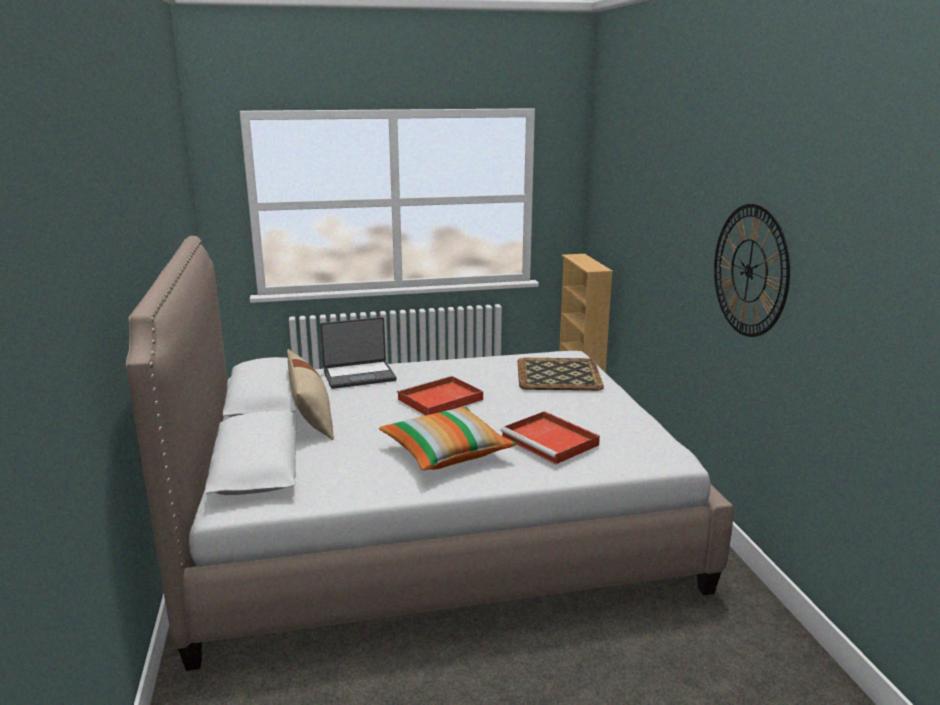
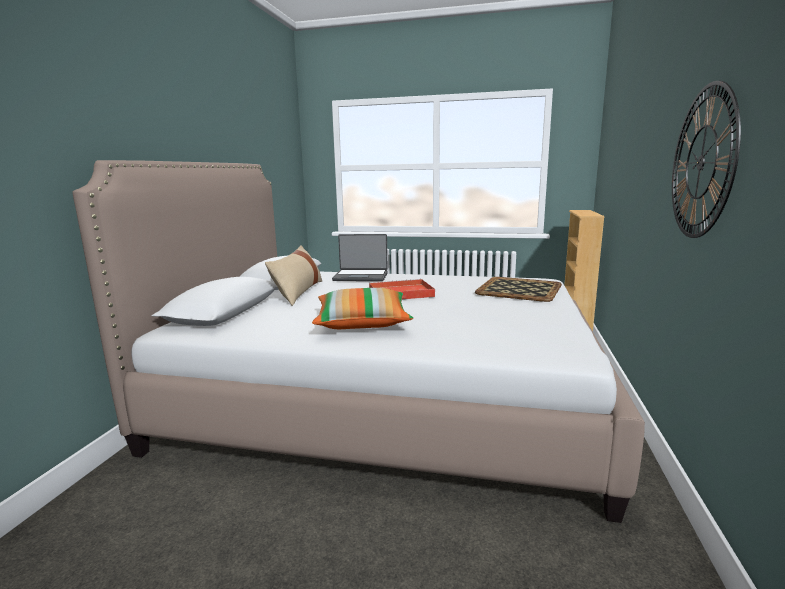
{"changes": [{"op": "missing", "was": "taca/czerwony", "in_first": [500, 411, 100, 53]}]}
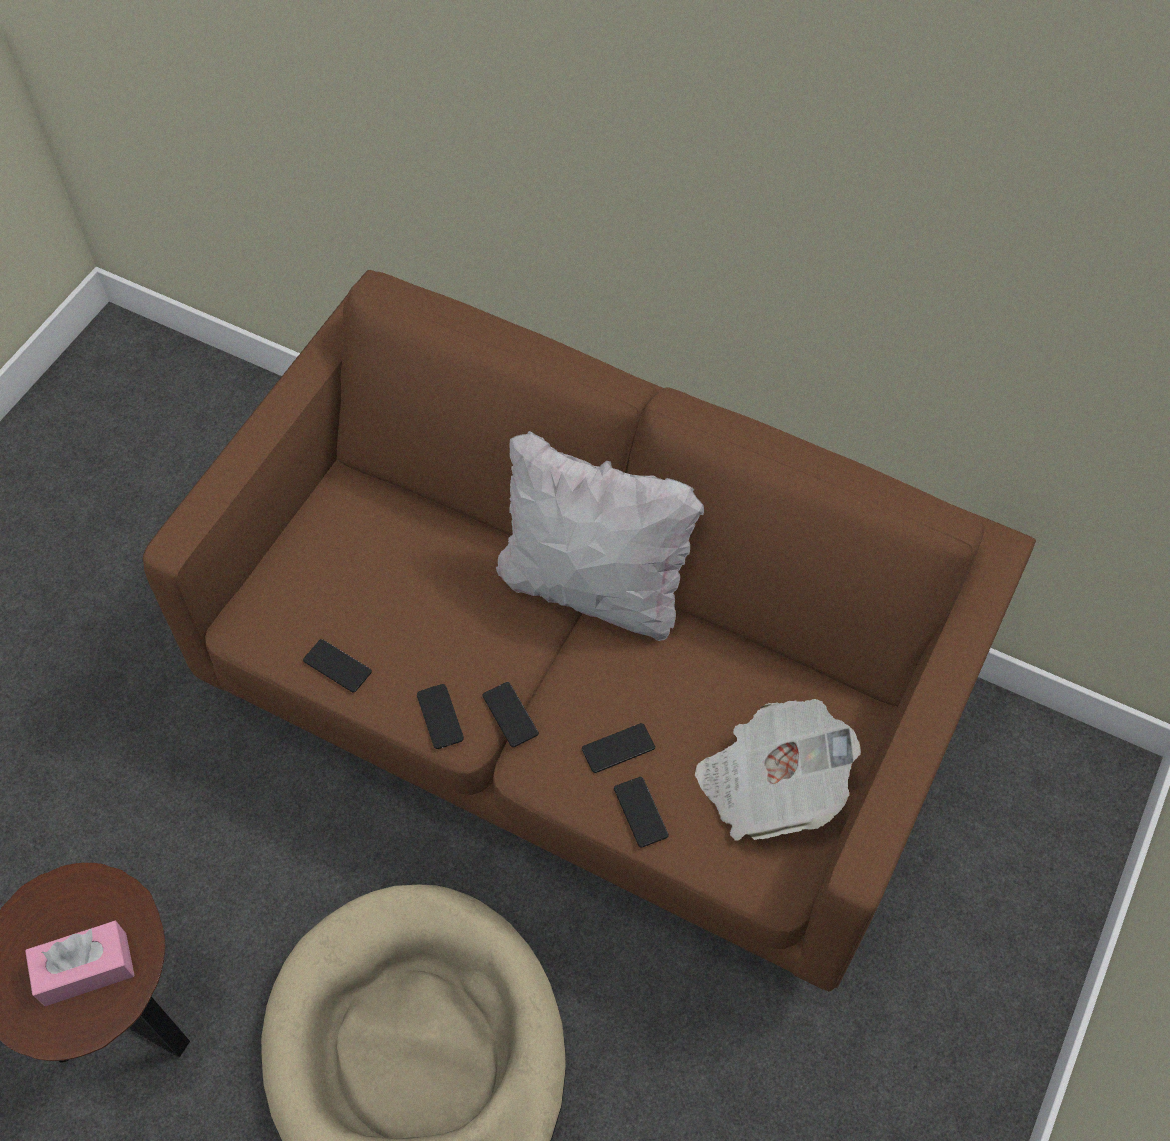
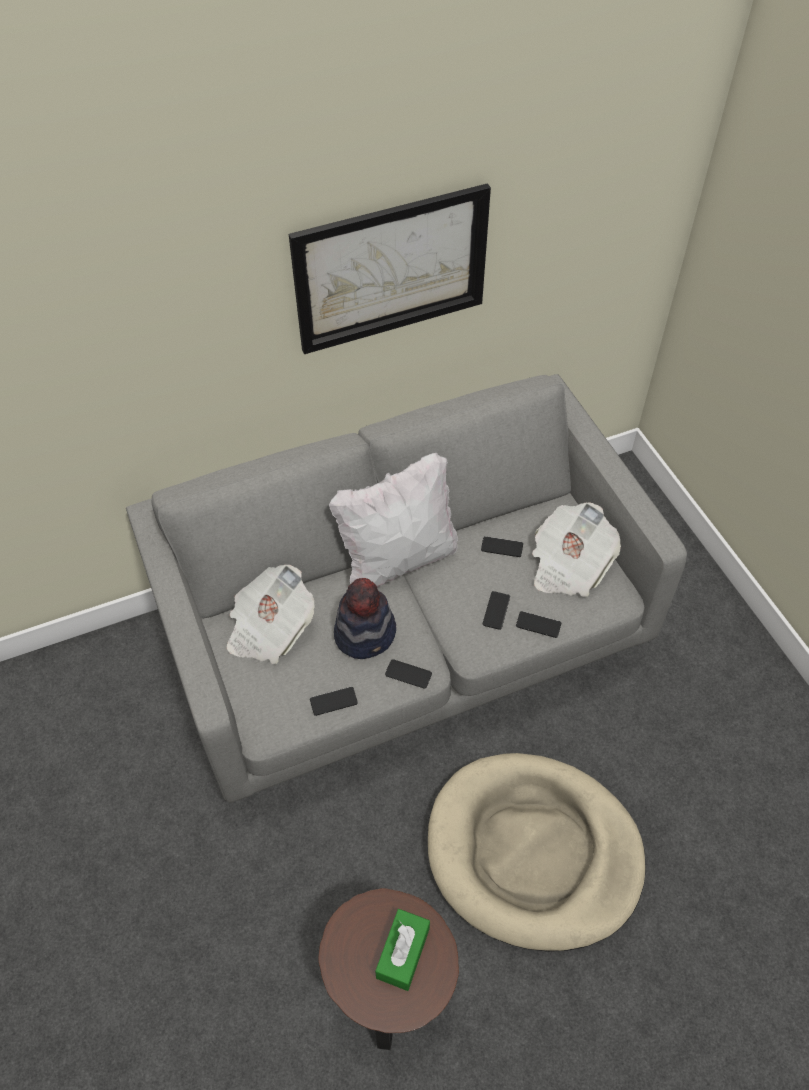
{"changes": [{"op": "colour", "was": "kanapa/brązowy", "now": "kanapa/szary", "in_first": [143, 270, 893, 722], "in_second": [126, 374, 561, 429]}, {"op": "appeared", "now": "gazeta", "in_second": [226, 565, 88, 99]}, {"op": "appeared", "now": "obraz", "in_second": [289, 183, 202, 171]}, {"op": "appeared", "now": "kapelusz", "in_second": [334, 578, 62, 81]}, {"op": "colour", "was": "pudełko chusteczek/różowy", "now": "pudełko chusteczek/zielony", "in_first": [25, 921, 110, 85], "in_second": [375, 909, 55, 82]}, {"op": "relocated", "was": "telefon", "in_first": [482, 682, 57, 65], "in_second": [481, 536, 42, 21]}]}
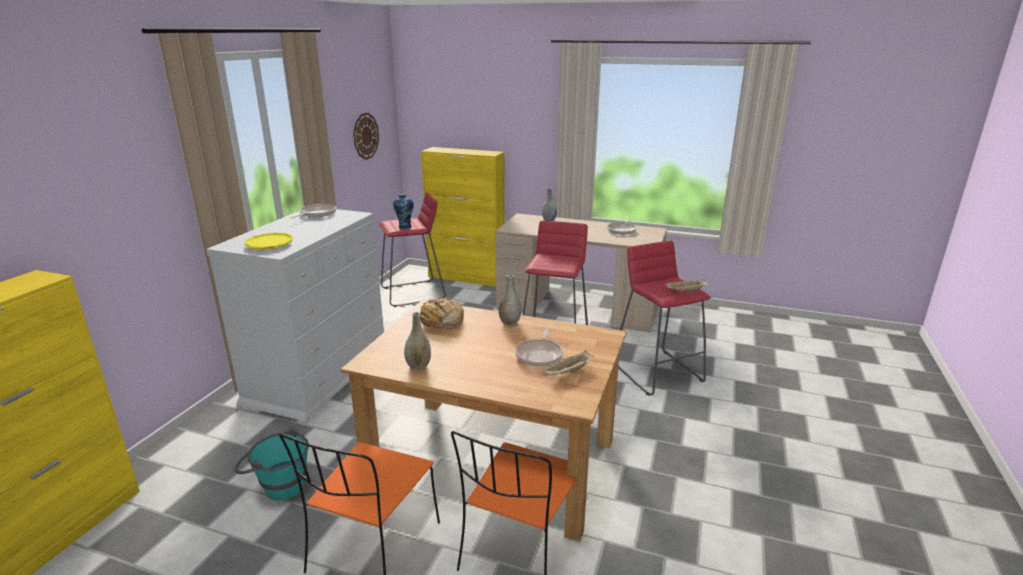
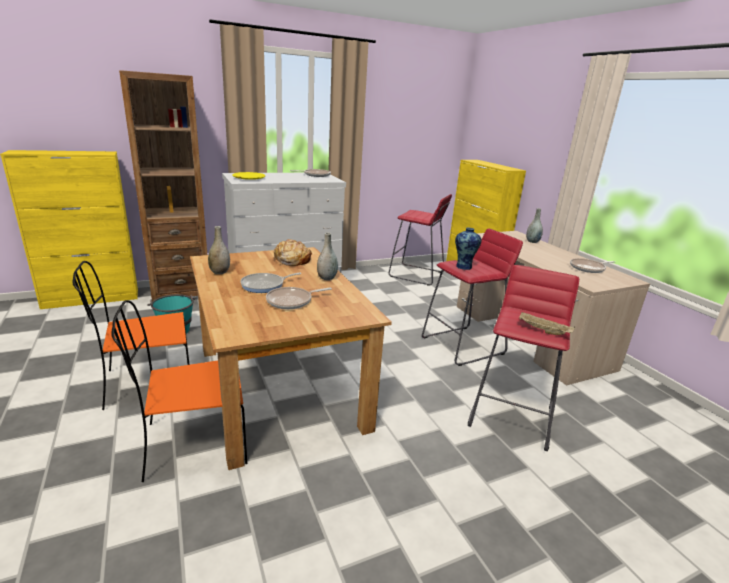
{"changes": [{"op": "appeared", "now": "regał/brązowy", "in_second": [119, 70, 88, 232]}, {"op": "appeared", "now": "patelnia", "in_second": [240, 273, 61, 20]}, {"op": "relocated", "was": "wazon", "in_first": [393, 194, 21, 35], "in_second": [455, 228, 27, 42]}, {"op": "missing", "was": "zegar ścienny", "in_first": [353, 112, 26, 48]}, {"op": "missing", "was": "taca/beżowy", "in_first": [541, 351, 53, 24]}]}
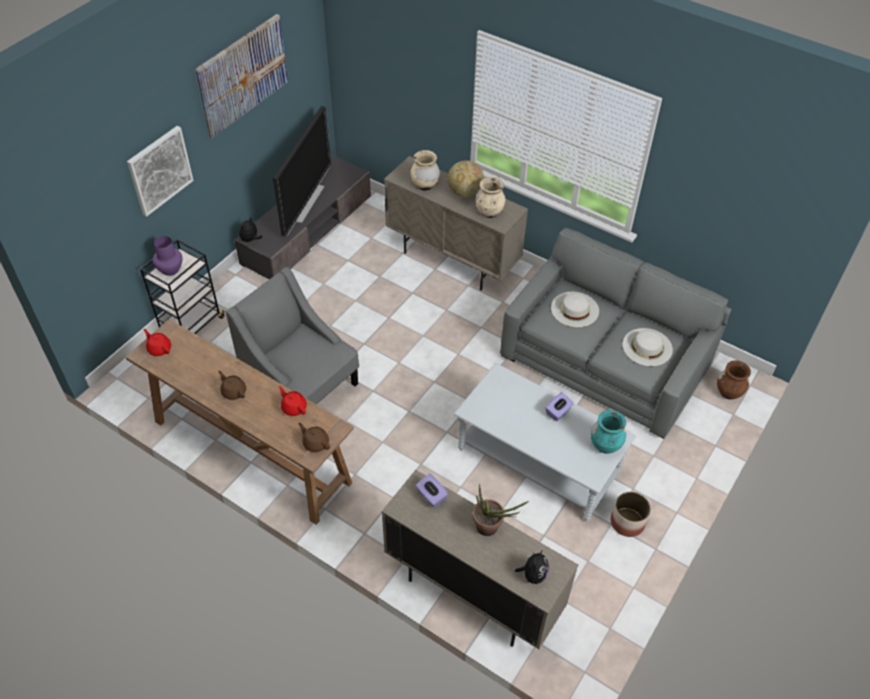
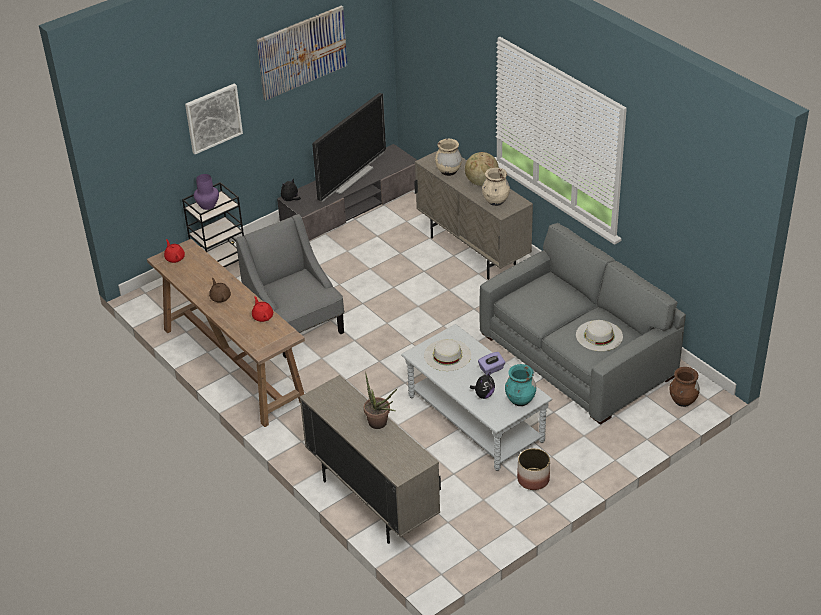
{"changes": [{"op": "relocated", "was": "kapelusz/biały", "in_first": [551, 292, 48, 35], "in_second": [424, 339, 47, 32]}, {"op": "relocated", "was": "pluszak", "in_first": [515, 550, 34, 34], "in_second": [470, 371, 25, 28]}, {"op": "missing", "was": "imbryk/brązowy", "in_first": [298, 423, 32, 29]}, {"op": "missing", "was": "pudełko chusteczek/fioletowy", "in_first": [416, 474, 32, 34]}]}
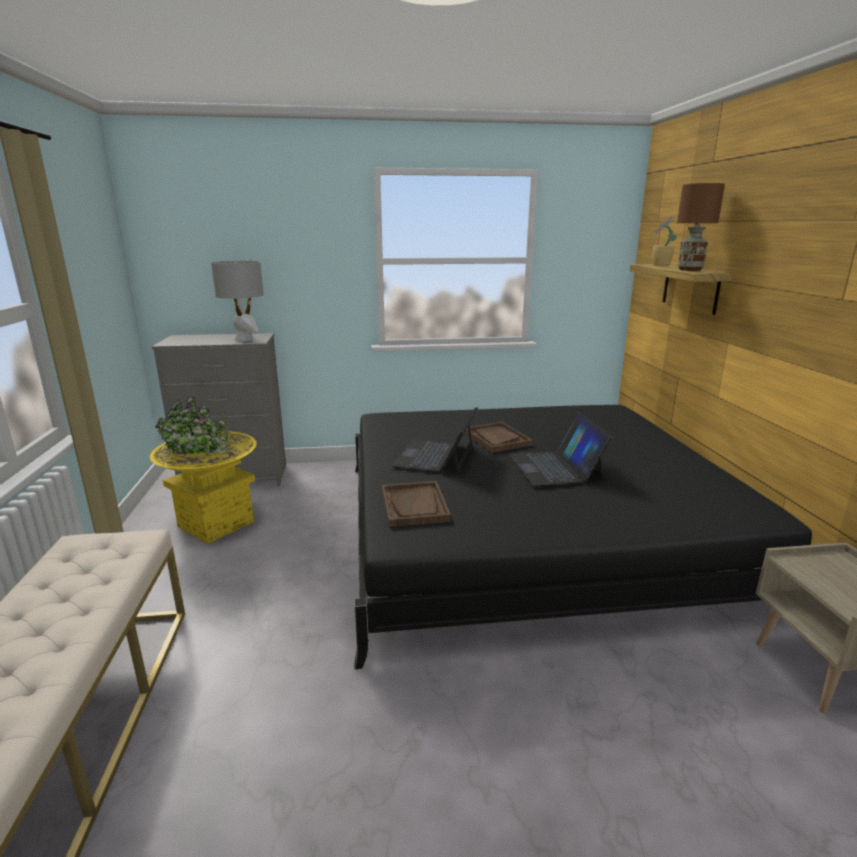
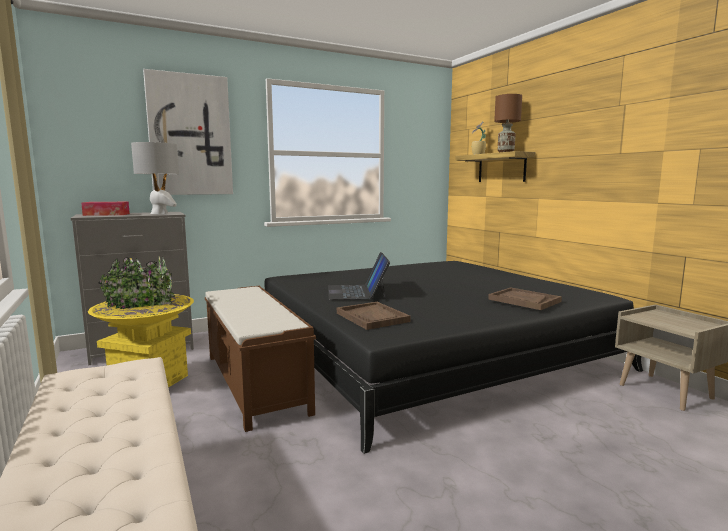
{"changes": [{"op": "appeared", "now": "pudełko chusteczek", "in_second": [81, 202, 49, 14]}, {"op": "appeared", "now": "obraz", "in_second": [143, 69, 90, 126]}, {"op": "appeared", "now": "ławka/brązowy", "in_second": [205, 286, 111, 146]}, {"op": "relocated", "was": "taca/brązowy", "in_first": [464, 422, 69, 31], "in_second": [488, 287, 74, 23]}, {"op": "missing", "was": "laptop", "in_first": [509, 411, 103, 75]}]}
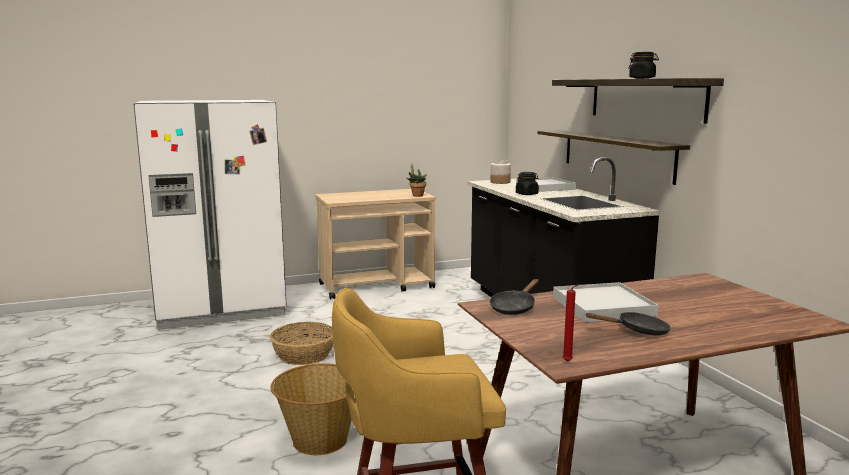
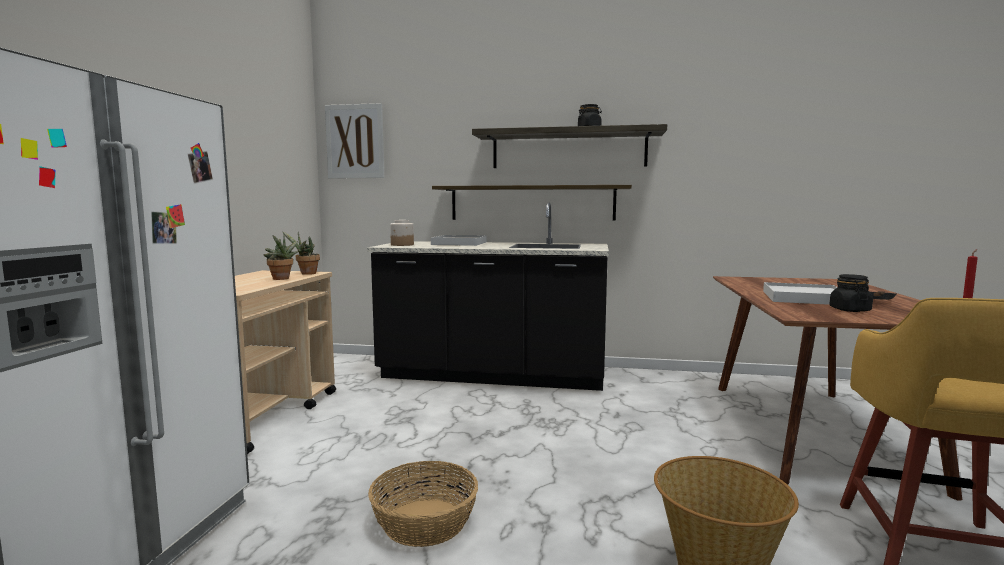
{"changes": [{"op": "appeared", "now": "roślina doniczkowa", "in_second": [263, 234, 35, 46]}, {"op": "appeared", "now": "obraz", "in_second": [325, 103, 59, 76]}, {"op": "relocated", "was": "słoik/czarny", "in_first": [516, 172, 23, 23], "in_second": [829, 274, 44, 38]}, {"op": "missing", "was": "patelnia/czarny", "in_first": [490, 279, 48, 36]}]}
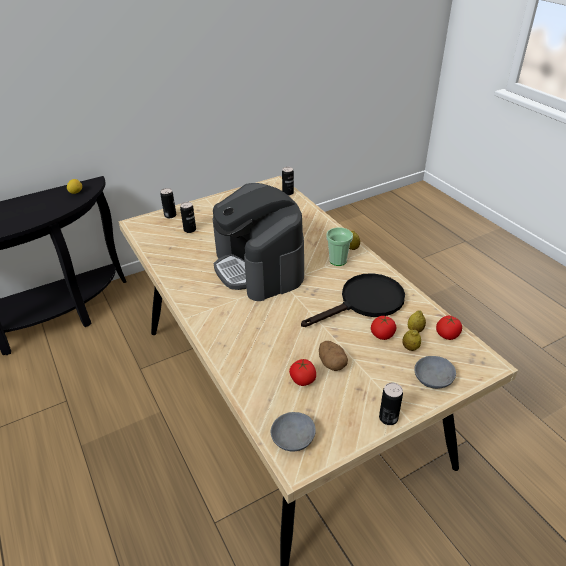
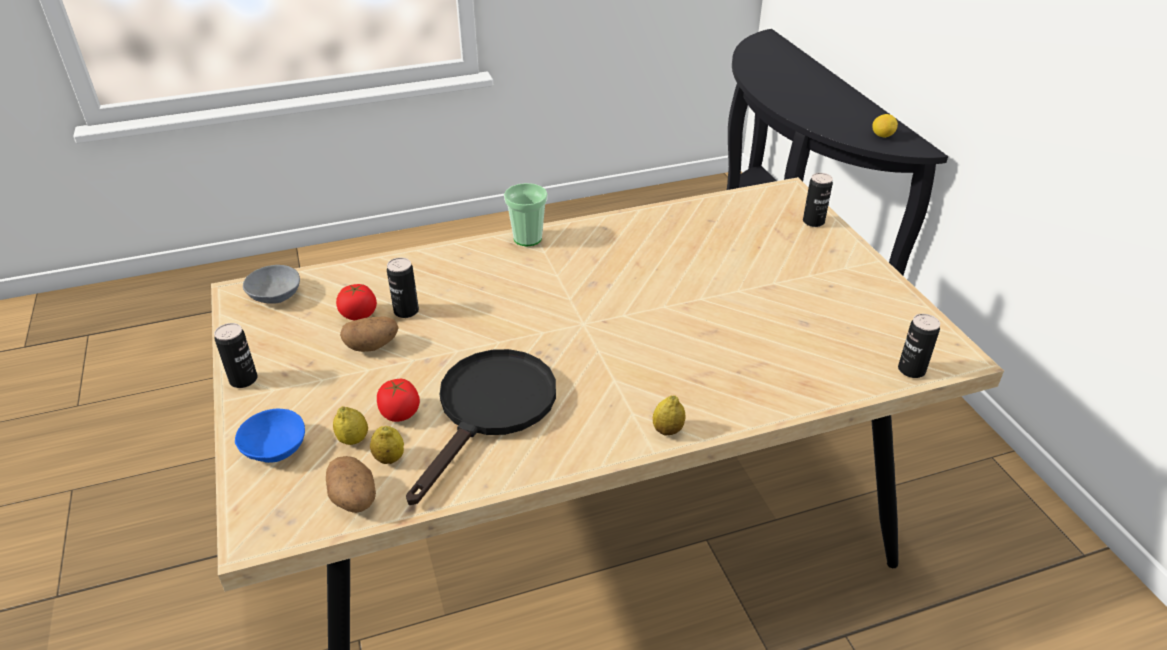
{"changes": [{"op": "colour", "was": "miska/szary", "now": "miska/niebieski", "in_first": [414, 356, 42, 33], "in_second": [235, 409, 70, 54]}, {"op": "exchanged", "was": "pomidor", "now": "ziemniak", "in_first": [436, 316, 26, 24], "in_second": [326, 456, 50, 57]}, {"op": "relocated", "was": "puszka", "in_first": [180, 202, 16, 31], "in_second": [387, 258, 32, 60]}, {"op": "spun", "was": "patelnia/czarny", "in_first": [301, 273, 104, 54], "in_second": [406, 349, 150, 156], "clockwise": -135}, {"op": "relocated", "was": "filiżanka", "in_first": [326, 228, 27, 38], "in_second": [504, 183, 44, 63]}, {"op": "missing", "was": "ekspres do kawy", "in_first": [213, 183, 91, 118]}]}
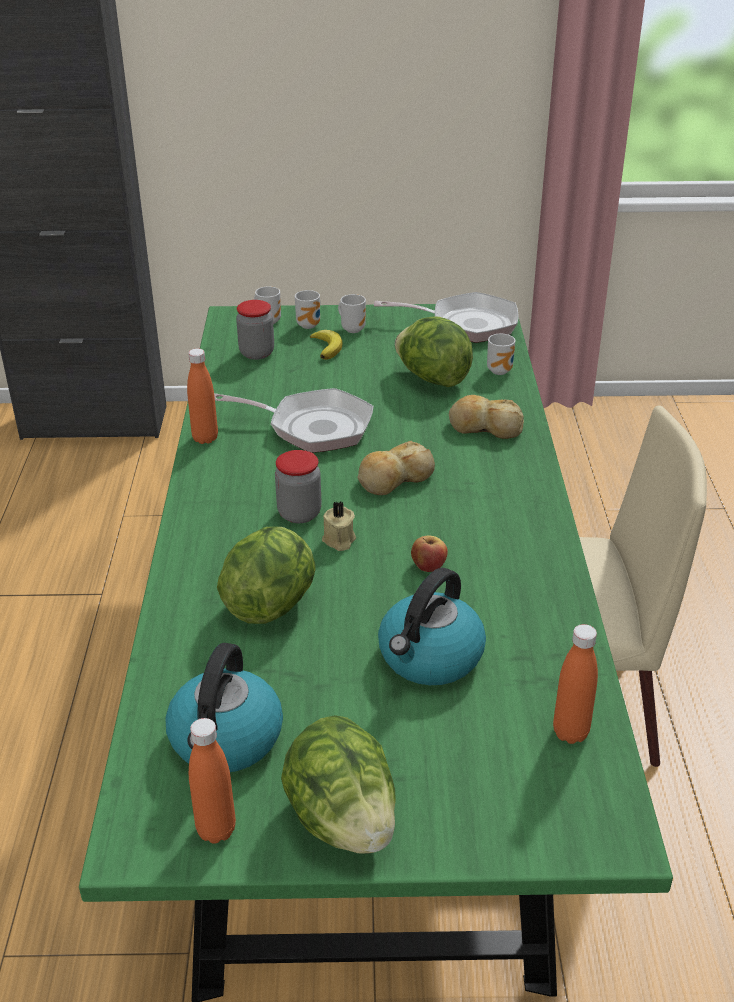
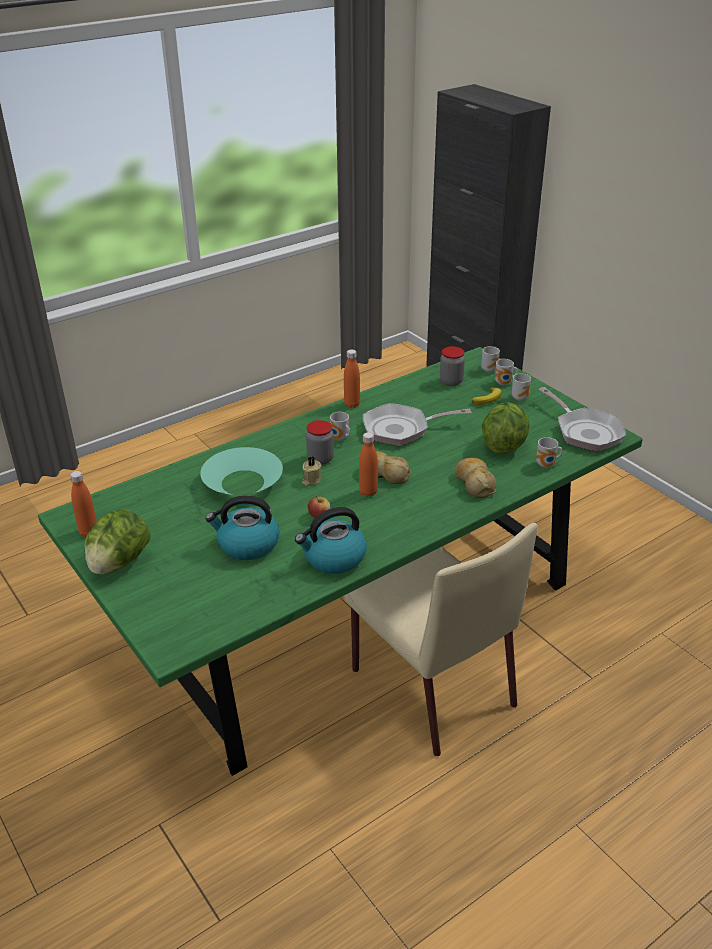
{"changes": [{"op": "exchanged", "was": "sałata", "now": "miska/turkusowy", "in_first": [217, 527, 99, 97], "in_second": [200, 447, 83, 48]}, {"op": "relocated", "was": "czajnik", "in_first": [165, 643, 118, 129], "in_second": [295, 507, 72, 67]}, {"op": "appeared", "now": "kubek", "in_second": [330, 412, 20, 29]}, {"op": "relocated", "was": "butelka/pomarańczowy", "in_first": [553, 624, 45, 120], "in_second": [359, 432, 19, 65]}, {"op": "spun", "was": "patelnia", "in_first": [214, 388, 160, 65], "in_second": [363, 403, 109, 43], "clockwise": 105}]}
